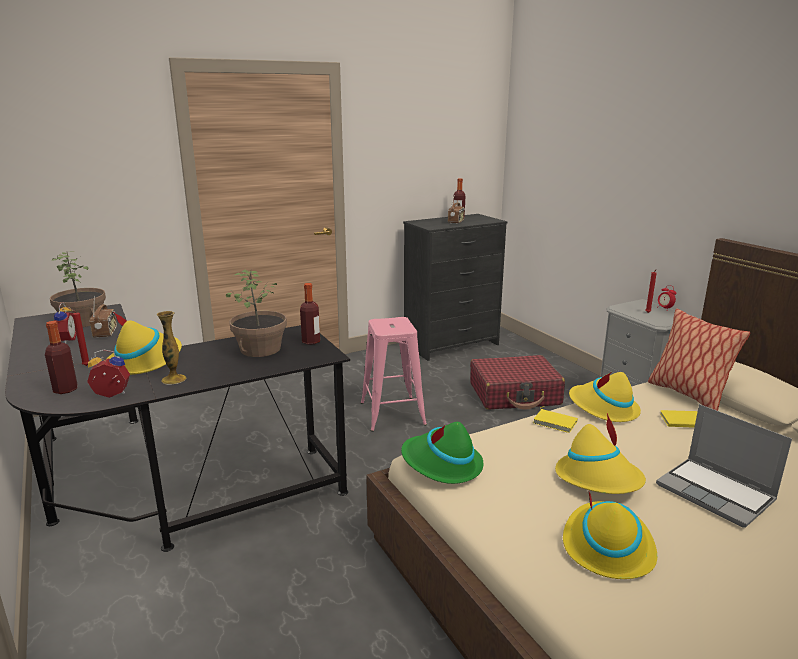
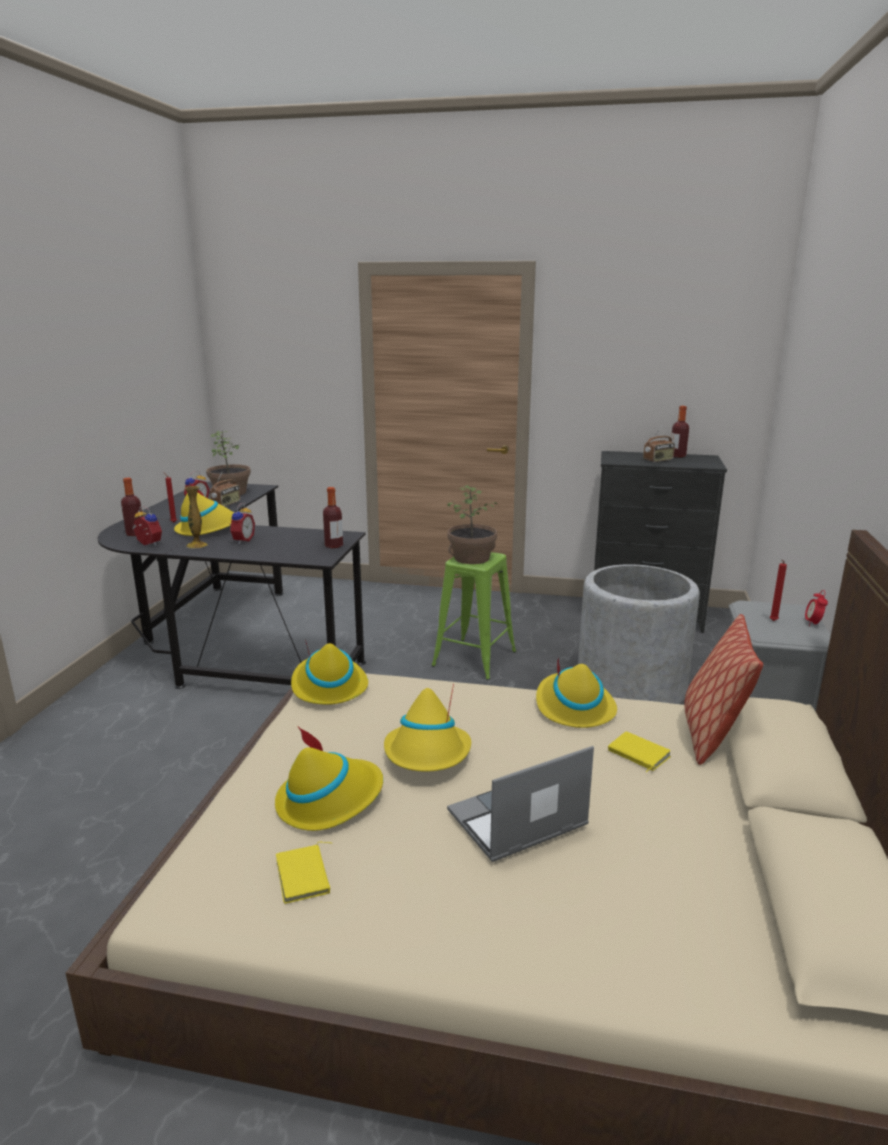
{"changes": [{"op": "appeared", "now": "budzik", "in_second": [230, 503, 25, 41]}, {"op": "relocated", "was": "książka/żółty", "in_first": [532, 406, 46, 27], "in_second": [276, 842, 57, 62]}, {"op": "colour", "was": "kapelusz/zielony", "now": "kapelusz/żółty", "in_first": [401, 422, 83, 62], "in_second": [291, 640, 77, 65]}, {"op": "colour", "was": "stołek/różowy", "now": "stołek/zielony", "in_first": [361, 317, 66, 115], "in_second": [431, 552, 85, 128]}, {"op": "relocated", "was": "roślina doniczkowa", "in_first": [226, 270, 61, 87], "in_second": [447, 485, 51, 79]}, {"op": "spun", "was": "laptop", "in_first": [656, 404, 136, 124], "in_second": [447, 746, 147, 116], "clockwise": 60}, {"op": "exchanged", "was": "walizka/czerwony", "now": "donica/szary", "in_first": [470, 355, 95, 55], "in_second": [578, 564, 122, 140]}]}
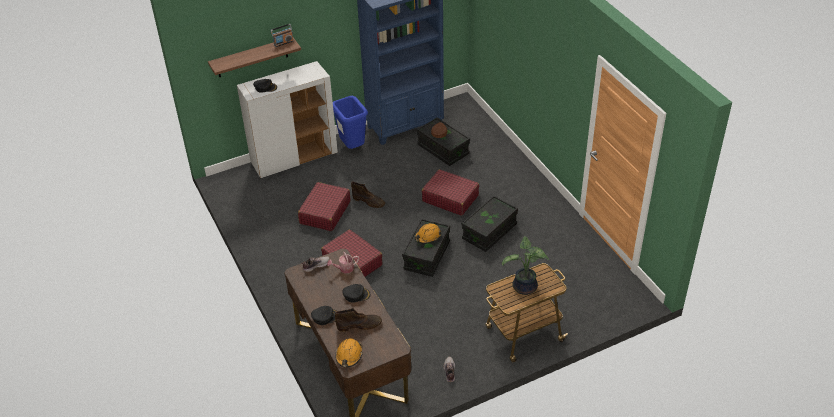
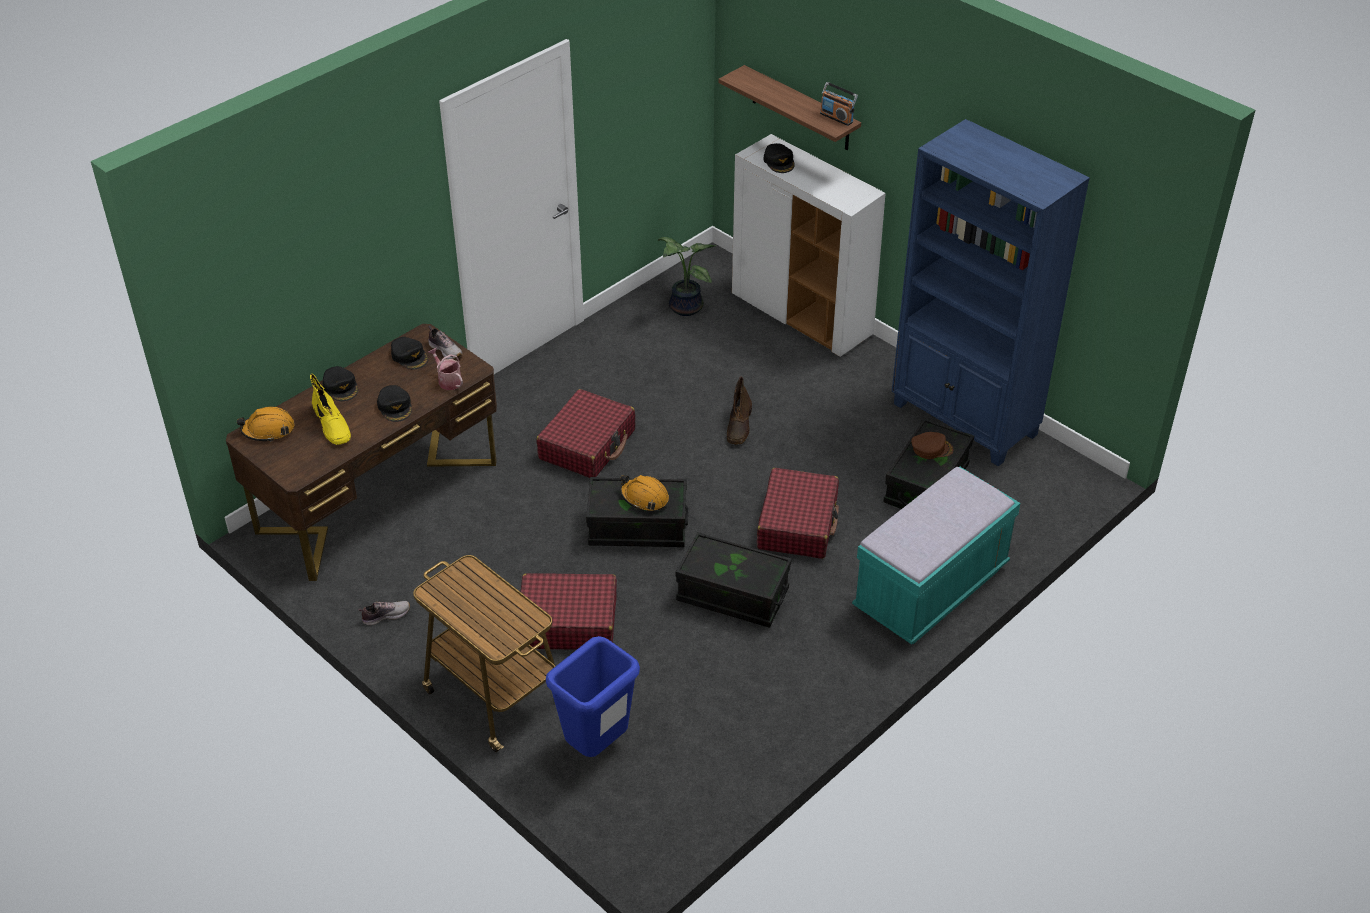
{"changes": [{"op": "colour", "was": "but z cholewką/brązowy", "now": "but z cholewką/żółty", "in_first": [335, 308, 47, 24], "in_second": [310, 374, 41, 71]}, {"op": "appeared", "now": "czapka z daszkiem/czarny", "in_second": [391, 337, 37, 32]}, {"op": "relocated", "was": "walizka/czerwony", "in_first": [298, 182, 52, 49], "in_second": [520, 573, 97, 77]}, {"op": "relocated", "was": "kosz na śmieci/niebieski", "in_first": [333, 96, 35, 53], "in_second": [546, 636, 94, 121]}, {"op": "relocated", "was": "roślina doniczkowa", "in_first": [502, 236, 47, 59], "in_second": [658, 237, 58, 79]}, {"op": "appeared", "now": "ławka/turkusowy", "in_second": [852, 466, 168, 179]}]}
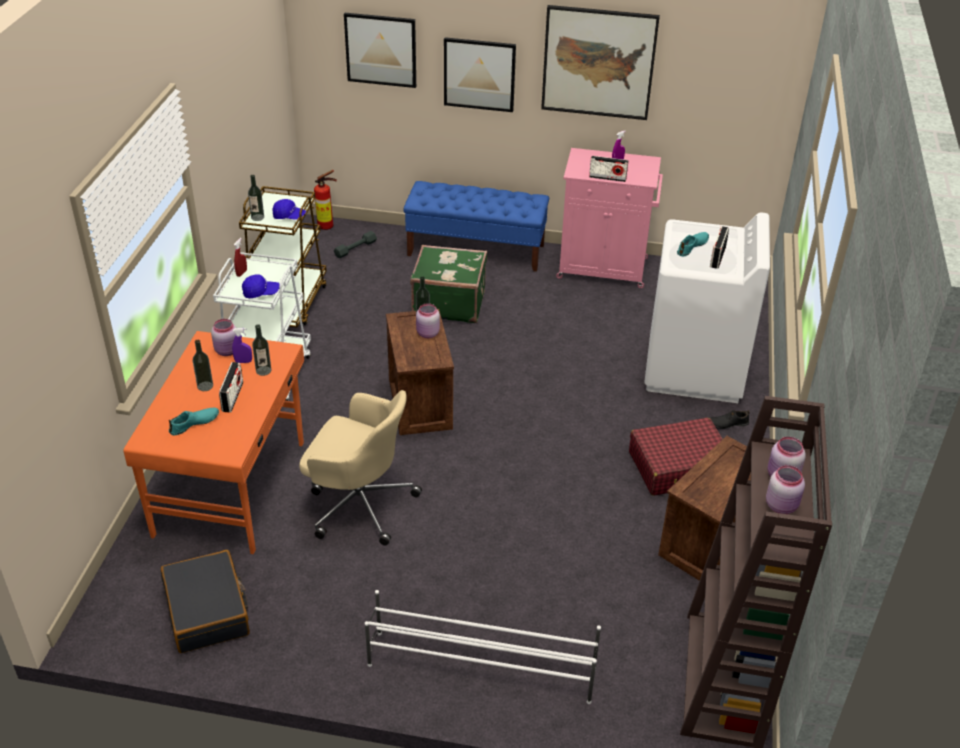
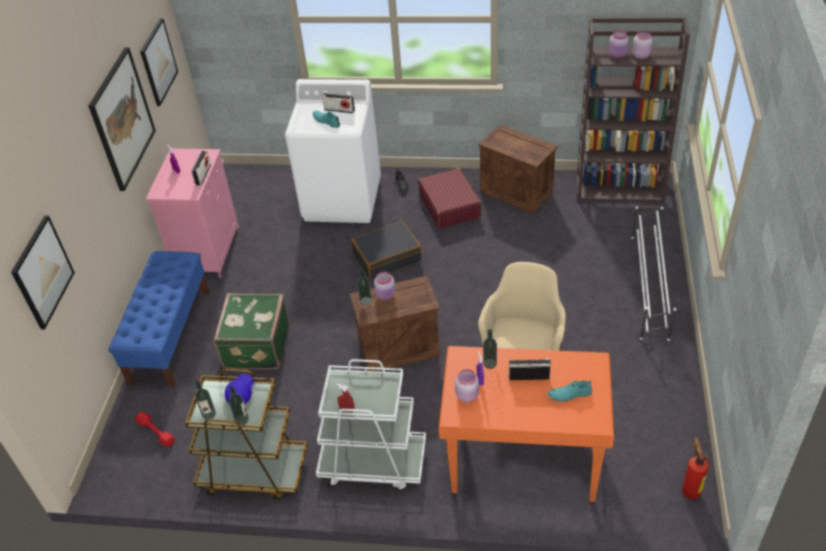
{"changes": [{"op": "colour", "was": "hantel/szary", "now": "hantel/czerwony", "in_first": [334, 231, 43, 27], "in_second": [135, 411, 40, 36]}, {"op": "relocated", "was": "obraz", "in_first": [444, 37, 72, 75], "in_second": [140, 18, 38, 88]}, {"op": "relocated", "was": "butelka", "in_first": [193, 340, 20, 51], "in_second": [195, 380, 21, 40]}, {"op": "relocated", "was": "walizka/czarny", "in_first": [161, 550, 89, 103], "in_second": [351, 221, 71, 58]}, {"op": "spun", "was": "but/turkusowy", "in_first": [169, 408, 50, 27], "in_second": [547, 380, 45, 22], "clockwise": -60}, {"op": "relocated", "was": "gaśnica", "in_first": [314, 170, 23, 60], "in_second": [682, 437, 27, 62]}, {"op": "missing", "was": "czapka z daszkiem/niebieski", "in_first": [242, 275, 38, 23]}]}
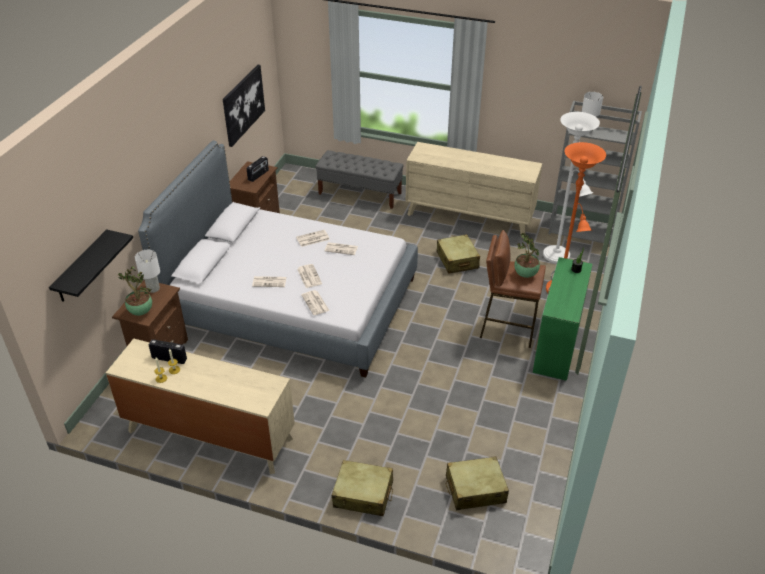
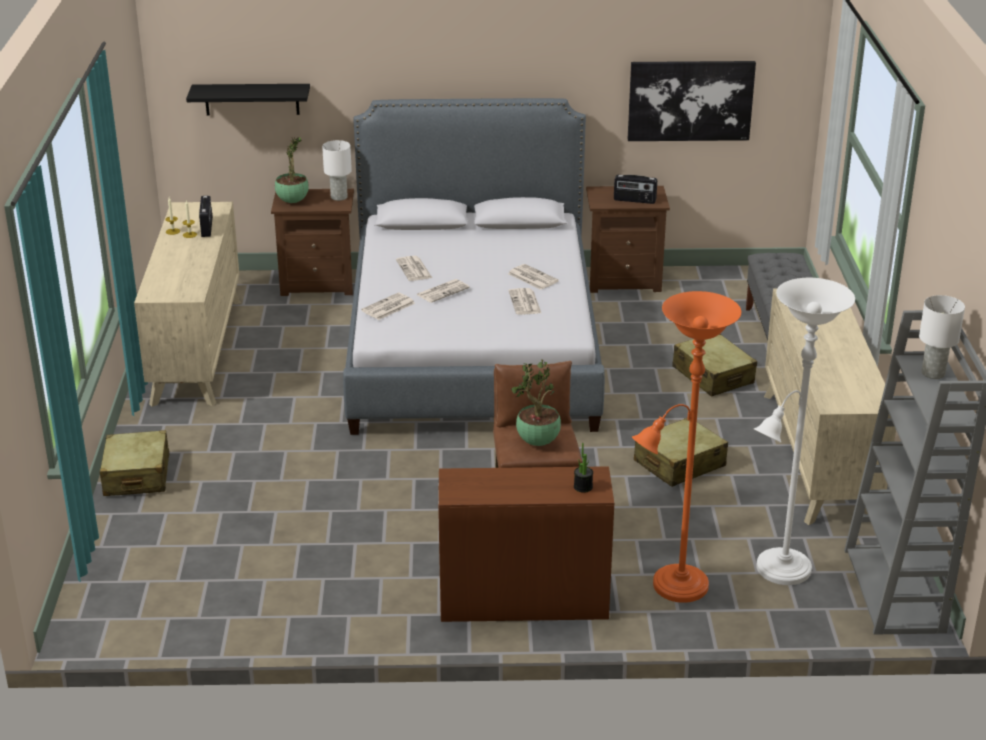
{"changes": [{"op": "colour", "was": "biurko/zielony", "now": "biurko/brązowy", "in_first": [533, 257, 60, 124], "in_second": [438, 466, 176, 156]}, {"op": "relocated", "was": "walizka/beżowy", "in_first": [446, 456, 63, 54], "in_second": [672, 334, 85, 63]}]}
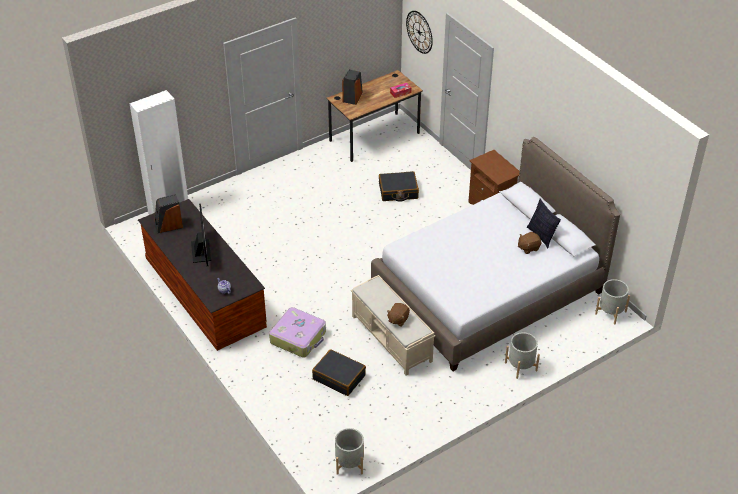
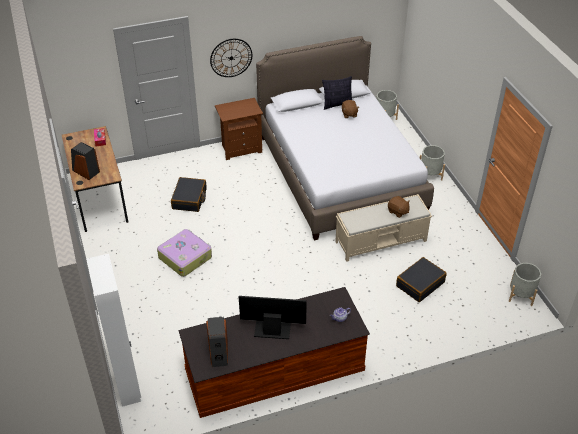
{"changes": [{"op": "relocated", "was": "walizka", "in_first": [269, 307, 57, 51], "in_second": [157, 229, 55, 48]}, {"op": "relocated", "was": "zegar ścienny", "in_first": [406, 11, 27, 43], "in_second": [210, 39, 42, 38]}]}
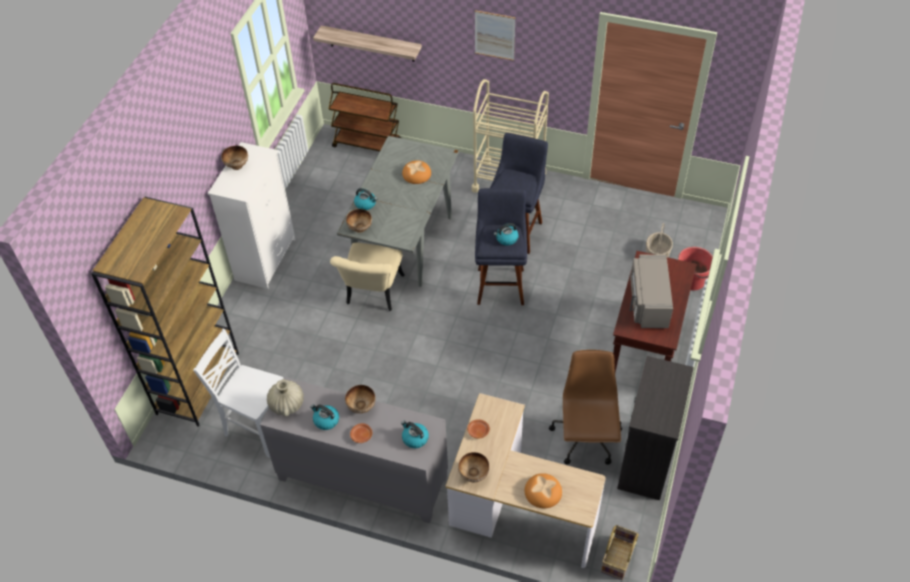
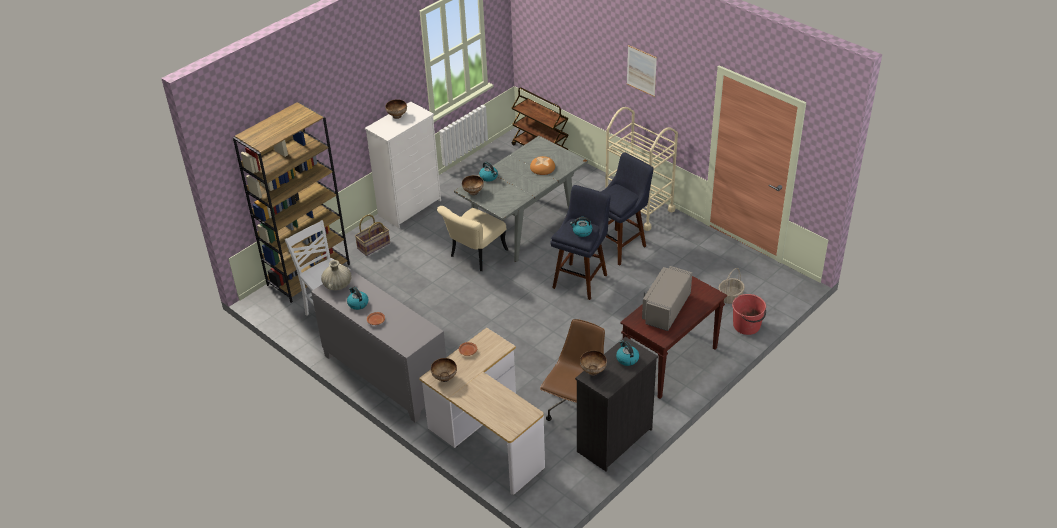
{"changes": [{"op": "relocated", "was": "koszyk", "in_first": [601, 525, 38, 55], "in_second": [355, 215, 35, 41]}, {"op": "relocated", "was": "miska", "in_first": [345, 385, 31, 28], "in_second": [580, 350, 27, 25]}, {"op": "relocated", "was": "czajnik", "in_first": [401, 421, 28, 27], "in_second": [616, 340, 23, 26]}, {"op": "missing", "was": "półka", "in_first": [313, 26, 109, 36]}, {"op": "missing", "was": "chleb", "in_first": [525, 473, 37, 35]}]}
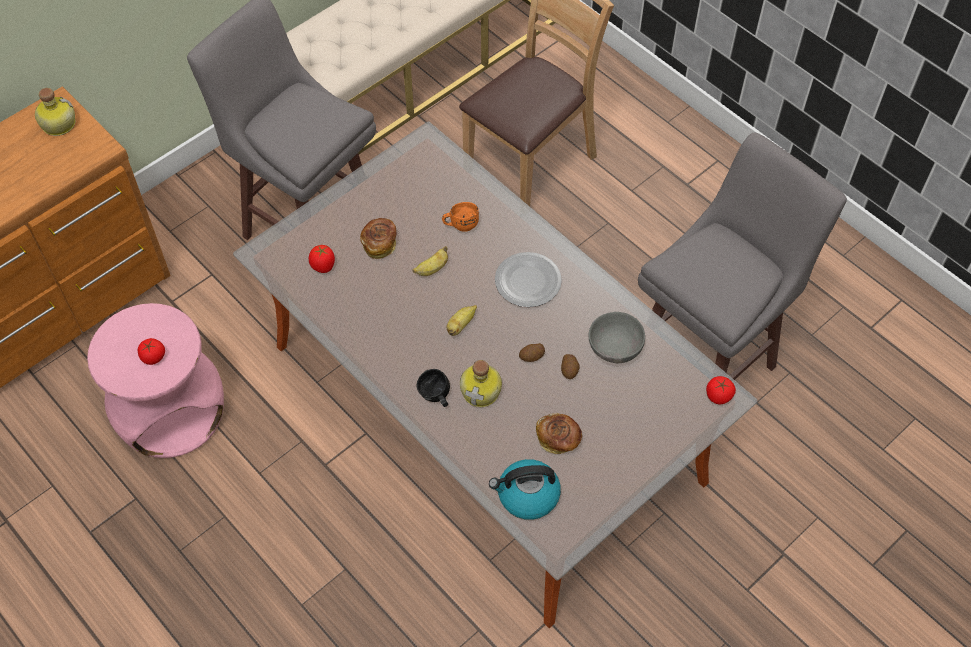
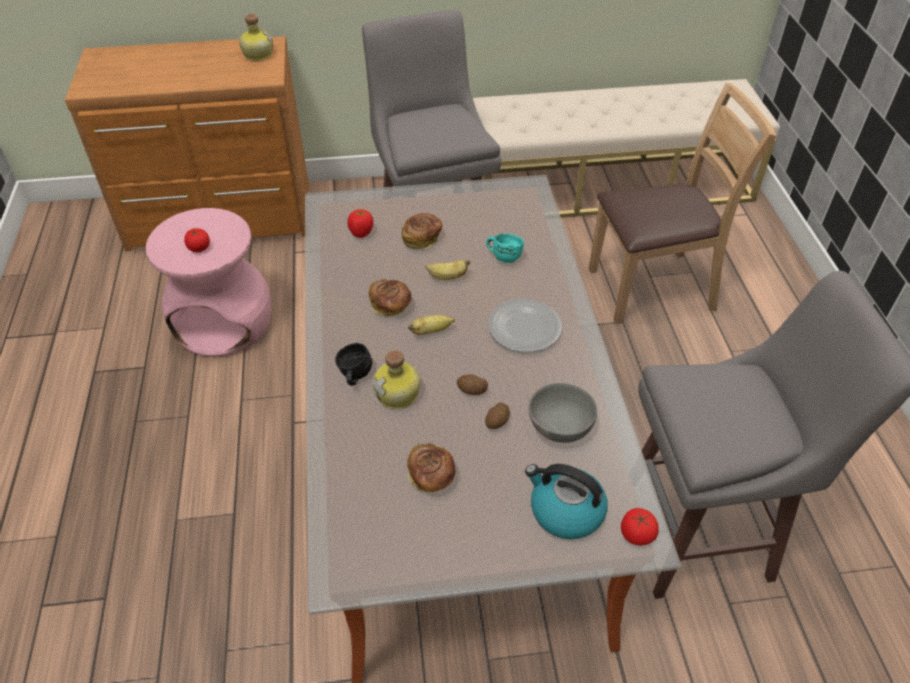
{"changes": [{"op": "appeared", "now": "chleb", "in_second": [369, 279, 43, 38]}, {"op": "colour", "was": "kubek/pomarańczowy", "now": "kubek/turkusowy", "in_first": [442, 202, 37, 30], "in_second": [486, 234, 38, 29]}, {"op": "relocated", "was": "czajnik", "in_first": [489, 459, 72, 61], "in_second": [525, 464, 83, 75]}]}
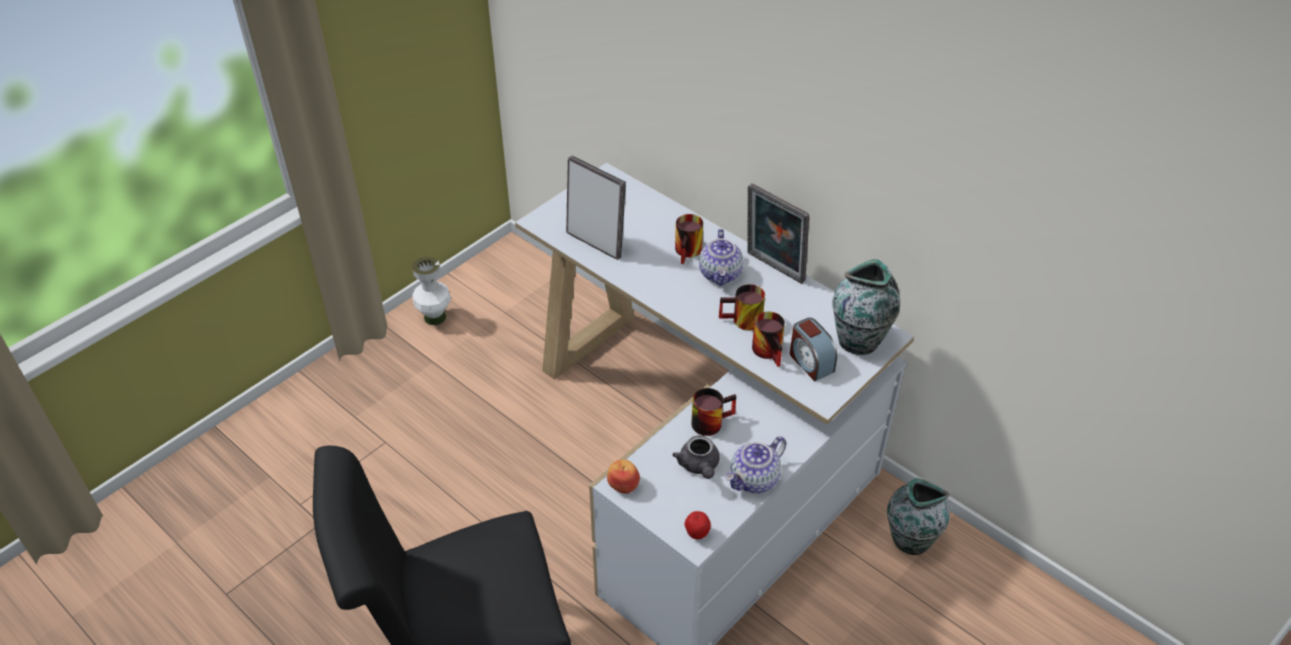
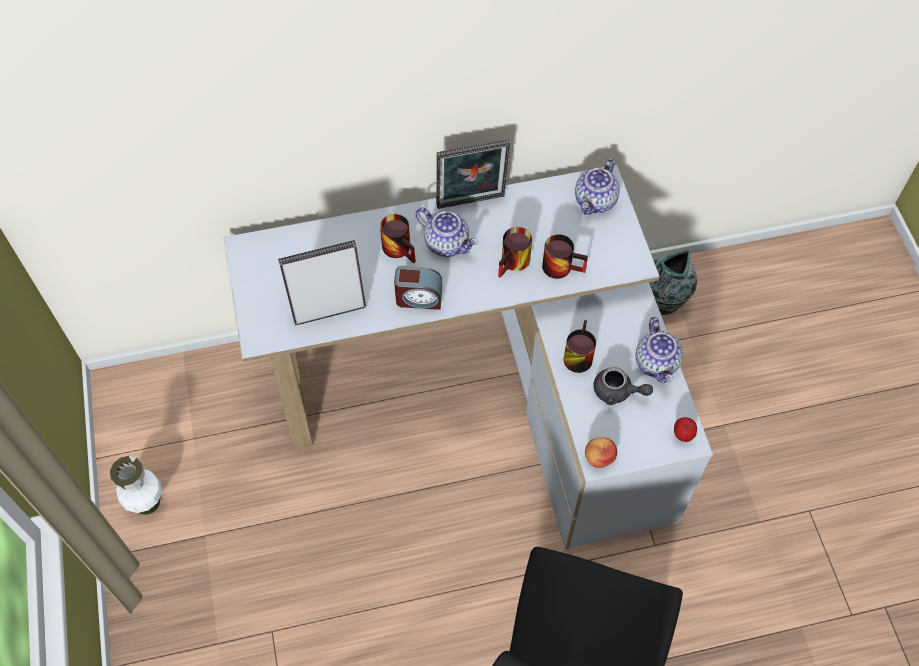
{"changes": [{"op": "relocated", "was": "budzik", "in_first": [790, 318, 47, 63], "in_second": [394, 266, 48, 44]}, {"op": "exchanged", "was": "wazon", "now": "imbryk", "in_first": [832, 259, 68, 96], "in_second": [575, 158, 45, 57]}]}
